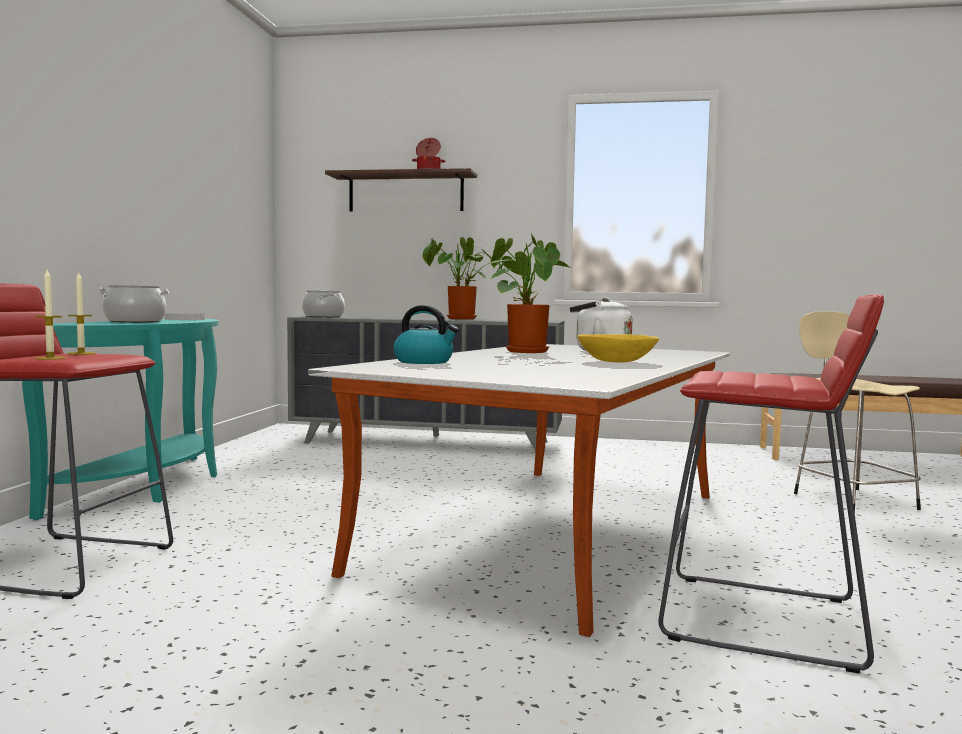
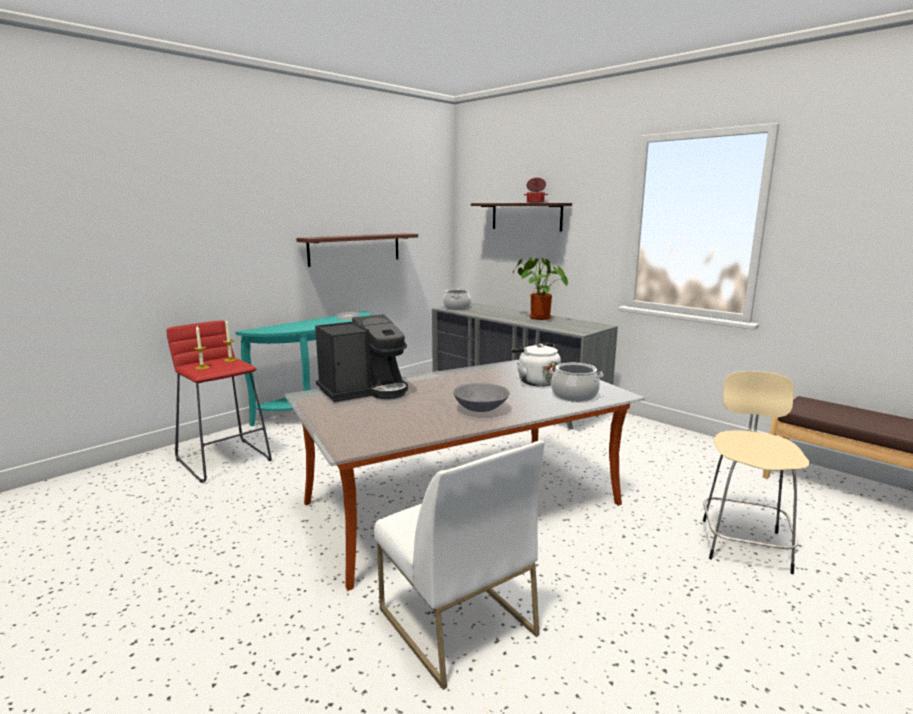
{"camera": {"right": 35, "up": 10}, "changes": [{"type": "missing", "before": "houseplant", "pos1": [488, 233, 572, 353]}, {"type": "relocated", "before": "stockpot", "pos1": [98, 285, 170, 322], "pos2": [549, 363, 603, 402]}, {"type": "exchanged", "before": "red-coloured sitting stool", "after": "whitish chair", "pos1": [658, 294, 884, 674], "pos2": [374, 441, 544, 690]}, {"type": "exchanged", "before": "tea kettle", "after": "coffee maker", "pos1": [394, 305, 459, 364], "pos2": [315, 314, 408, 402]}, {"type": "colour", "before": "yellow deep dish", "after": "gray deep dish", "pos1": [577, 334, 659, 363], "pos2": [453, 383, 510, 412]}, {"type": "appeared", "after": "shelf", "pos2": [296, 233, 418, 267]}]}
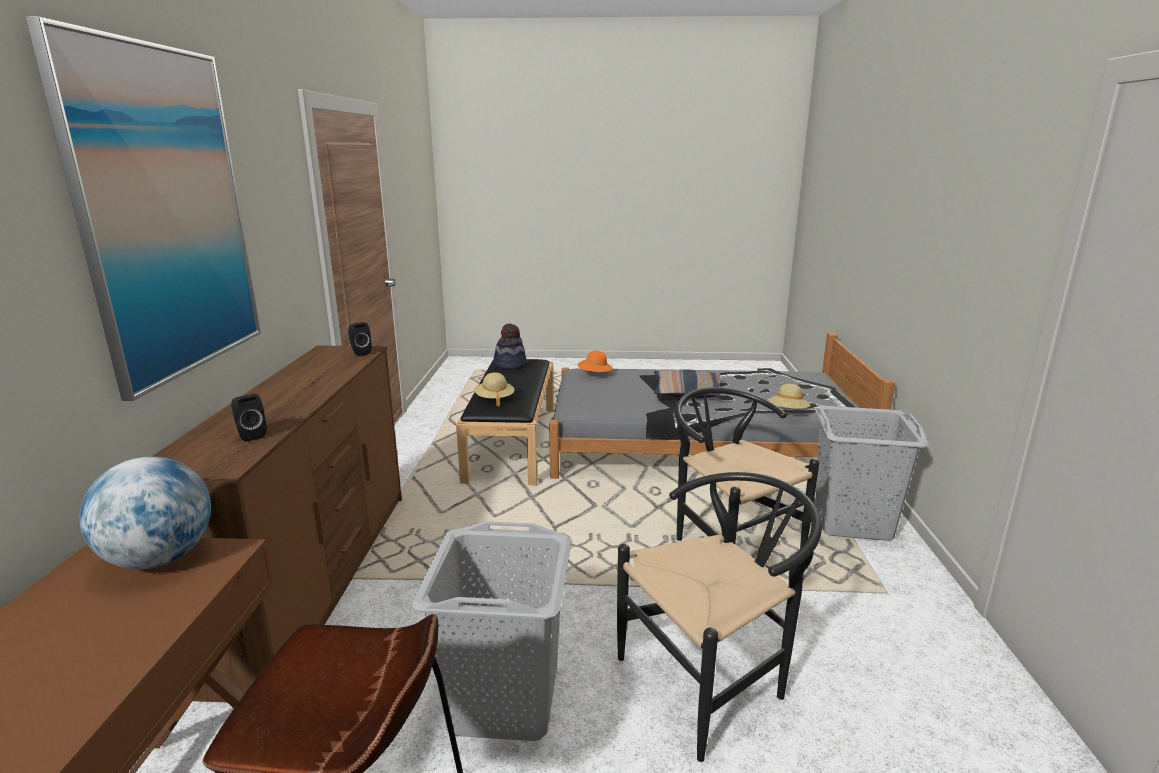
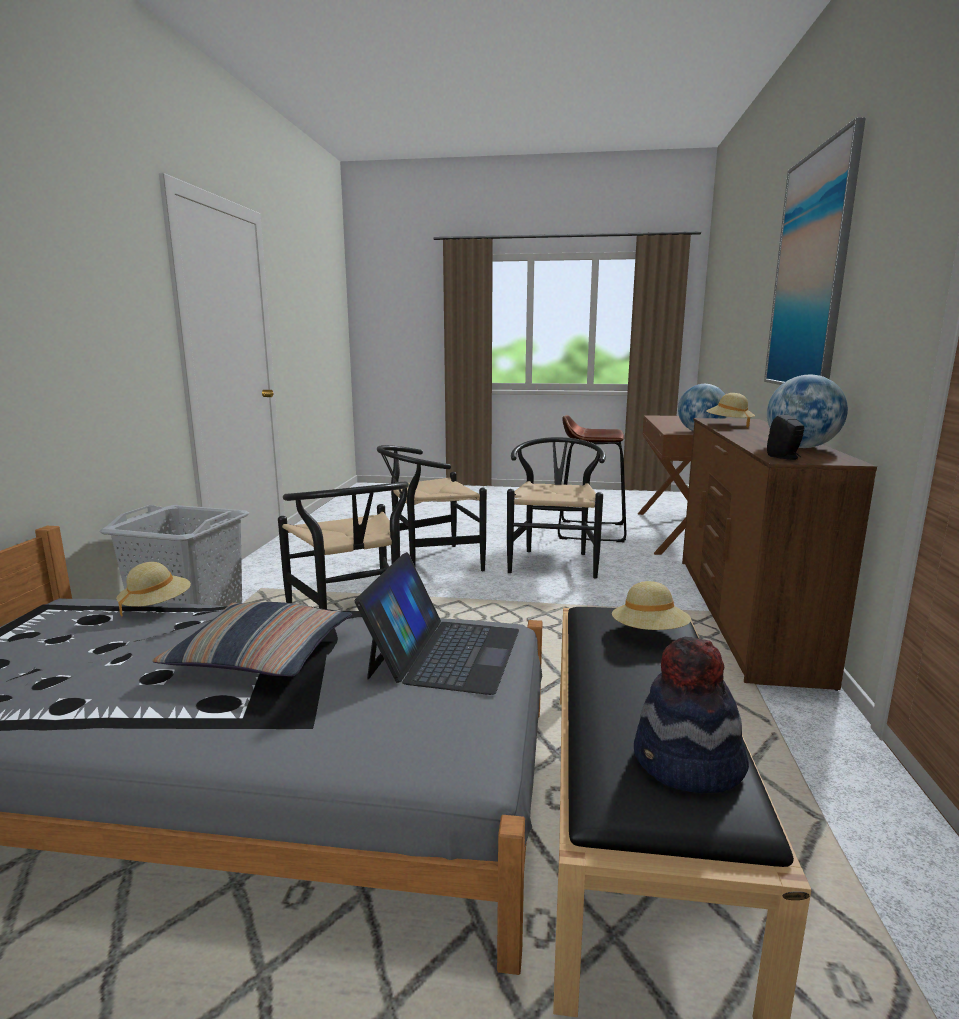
{"camera": {"right": -175, "up": -5}, "changes": [{"type": "missing", "before": "orange-coloured hat", "pos1": [577, 351, 612, 372]}, {"type": "exchanged", "before": "blackish loudspeaker", "after": "beige hat", "pos1": [231, 394, 267, 442], "pos2": [706, 393, 755, 427]}, {"type": "exchanged", "before": "gray washing basket", "after": "blackish chair", "pos1": [412, 521, 572, 741], "pos2": [507, 437, 606, 578]}, {"type": "appeared", "after": "world globe", "pos2": [767, 375, 848, 448]}, {"type": "appeared", "after": "laptop", "pos2": [355, 552, 519, 695]}]}
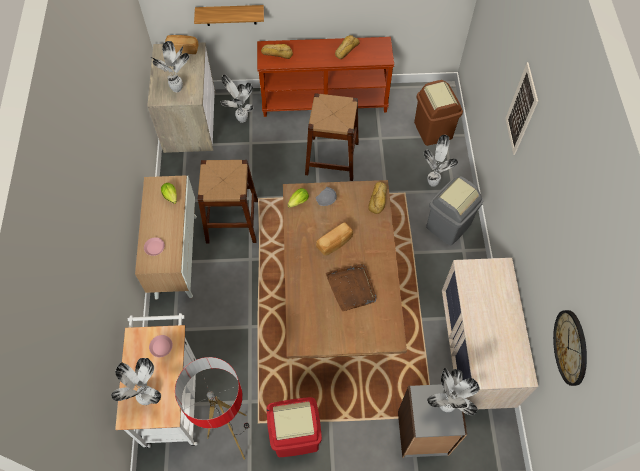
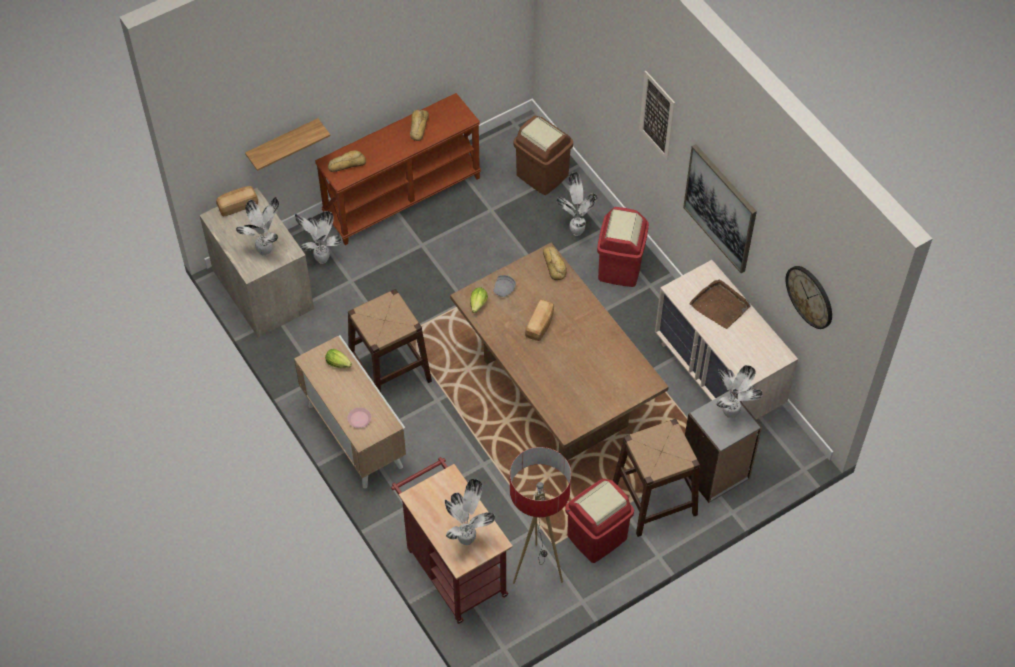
{"camera": {"right": -30, "up": -5}, "changes": [{"type": "relocated", "before": "brown sitting stool", "pos1": [305, 93, 359, 181], "pos2": [613, 419, 700, 537]}, {"type": "colour", "before": "gray rubbish bin", "after": "red-coloured rubbish bin", "pos1": [426, 176, 484, 245], "pos2": [597, 207, 649, 287]}, {"type": "relocated", "before": "brown serving tray", "pos1": [326, 264, 377, 311], "pos2": [689, 279, 750, 329]}, {"type": "colour", "before": "whitish trolley", "after": "red-coloured trolley", "pos1": [115, 313, 198, 448], "pos2": [391, 457, 513, 624]}, {"type": "missing", "before": "pink-coloured plate", "pos1": [149, 335, 173, 357]}, {"type": "appeared", "after": "wall picture", "pos2": [683, 144, 757, 273]}]}
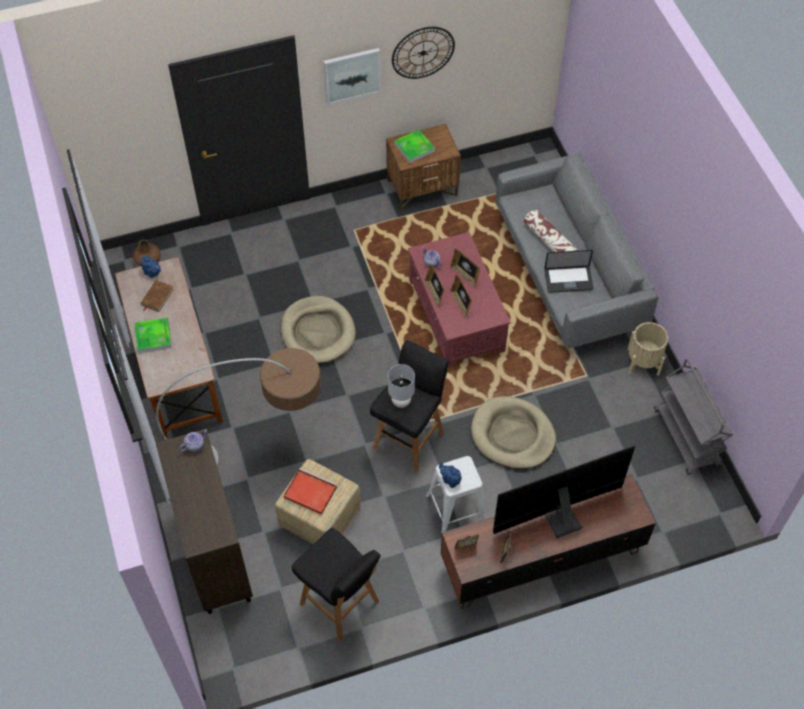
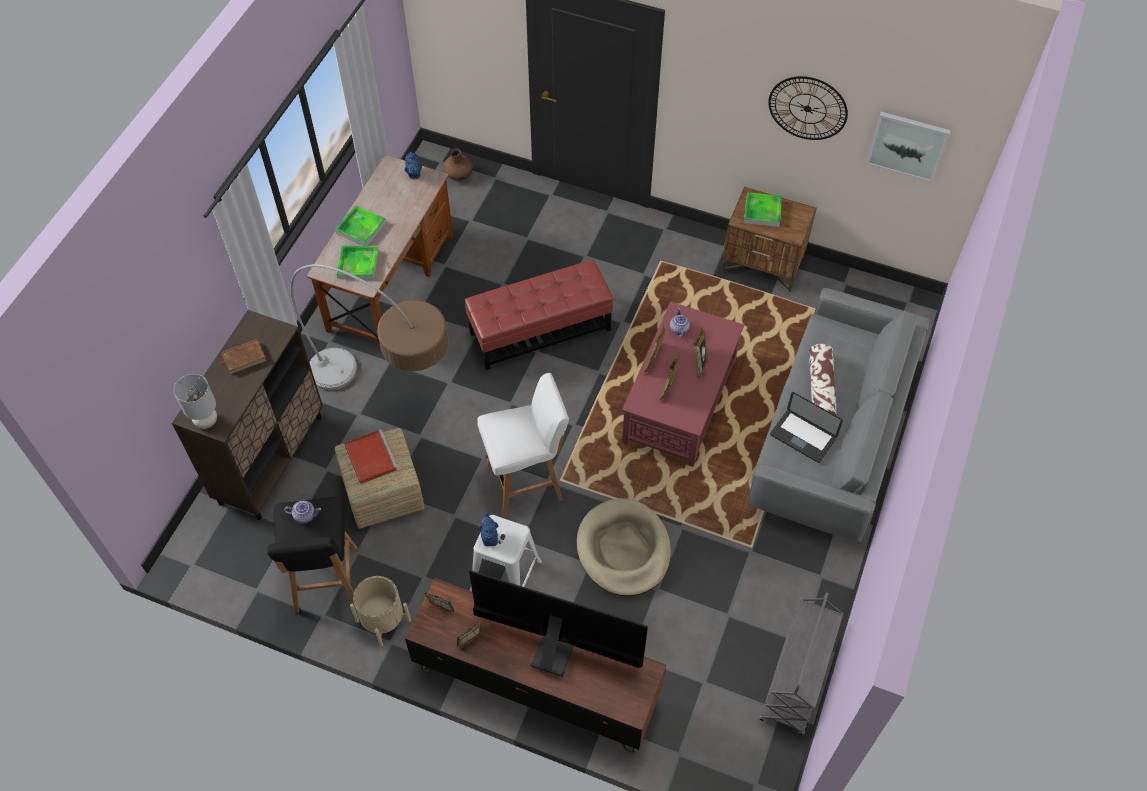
{"camera": {"right": 40, "up": 0}, "changes": [{"type": "relocated", "before": "wall picture", "pos1": [324, 48, 381, 105], "pos2": [866, 112, 951, 183]}, {"type": "relocated", "before": "brown volume", "pos1": [141, 280, 174, 312], "pos2": [218, 339, 267, 375]}, {"type": "exchanged", "before": "beige dog bed", "after": "red-coloured footrest", "pos1": [281, 296, 356, 363], "pos2": [465, 260, 613, 370]}, {"type": "relocated", "before": "beige plant pot", "pos1": [628, 322, 668, 376], "pos2": [350, 576, 411, 647]}, {"type": "colour", "before": "blackish sitting stool", "after": "whitish sitting stool", "pos1": [370, 340, 449, 473], "pos2": [477, 373, 569, 517]}, {"type": "relocated", "before": "gray lamp for a table", "pos1": [388, 364, 415, 408], "pos2": [174, 374, 217, 429]}, {"type": "relocated", "before": "teapot", "pos1": [179, 429, 207, 452], "pos2": [284, 501, 321, 524]}, {"type": "appeared", "after": "serving tray", "pos2": [336, 245, 379, 280]}]}
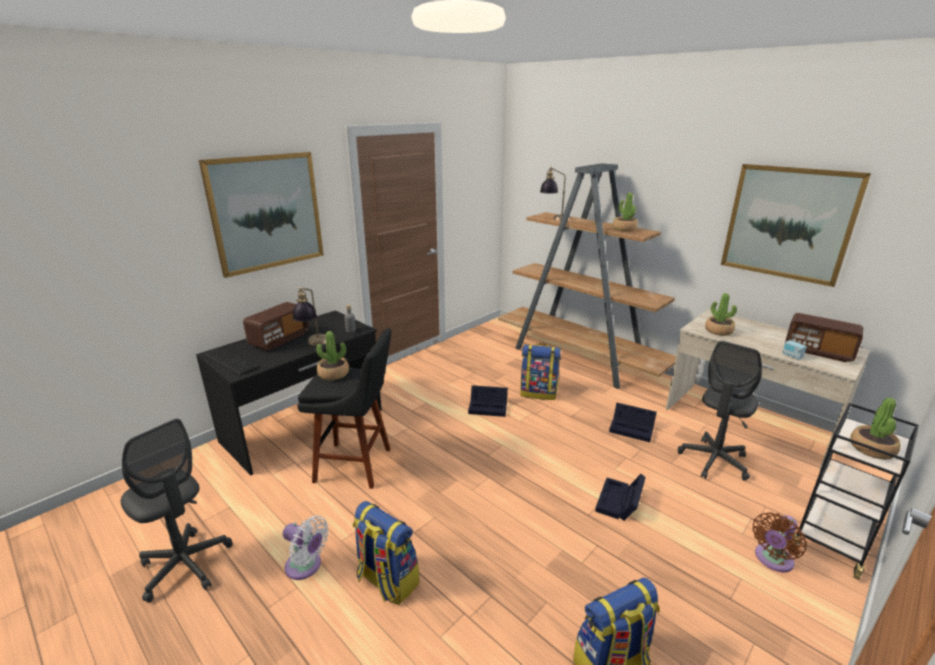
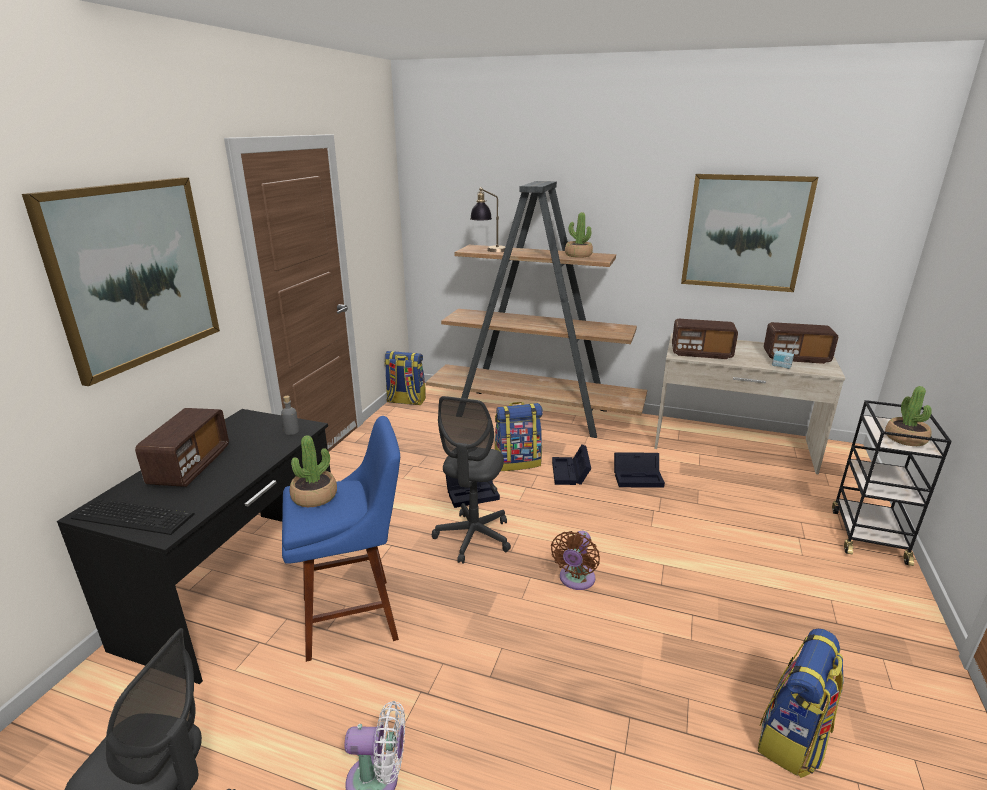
{"camera": {"right": -25, "up": 0}, "changes": [{"type": "missing", "before": "lamp for a table", "pos1": [292, 287, 326, 345]}, {"type": "exchanged", "before": "houseplant", "after": "radio set", "pos1": [705, 293, 737, 336], "pos2": [672, 319, 738, 359]}, {"type": "colour", "before": "blackish sitting stool", "after": "blue sitting stool", "pos1": [297, 328, 391, 489], "pos2": [282, 416, 400, 662]}, {"type": "relocated", "before": "gray office chair", "pos1": [678, 341, 762, 481], "pos2": [432, 396, 511, 564]}, {"type": "relocated", "before": "blackish storage box", "pos1": [595, 474, 646, 521], "pos2": [552, 444, 591, 485]}, {"type": "relocated", "before": "backpack", "pos1": [353, 501, 419, 605], "pos2": [384, 351, 426, 405]}, {"type": "relocated", "before": "brown electric fan", "pos1": [752, 512, 807, 572], "pos2": [551, 531, 600, 590]}]}
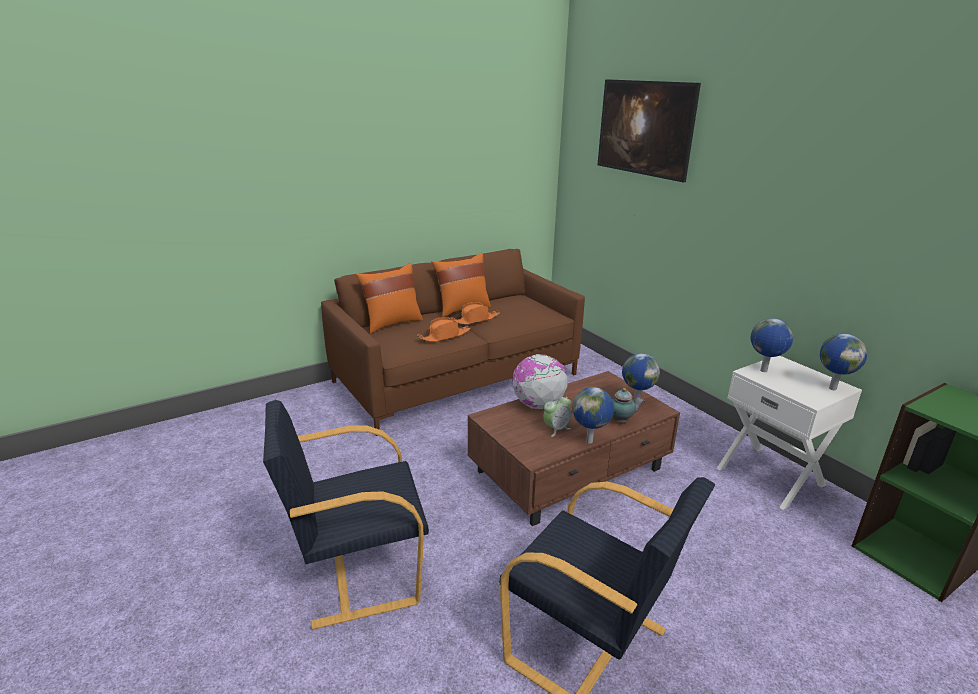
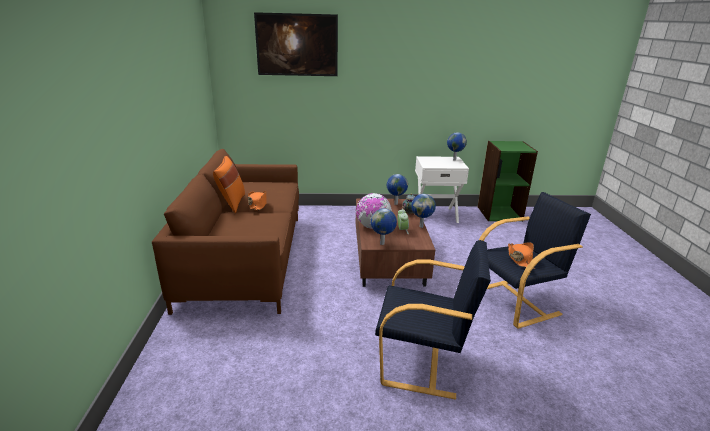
{"camera": {"right": -60, "up": 0}, "changes": [{"type": "missing", "before": "orange-coloured cushion", "pos1": [356, 263, 423, 334]}, {"type": "relocated", "before": "orange-coloured hat", "pos1": [417, 317, 471, 342], "pos2": [508, 242, 535, 269]}, {"type": "relocated", "before": "world globe", "pos1": [750, 318, 793, 372], "pos2": [371, 208, 397, 245]}, {"type": "spun", "before": "blackish armchair", "pos1": [263, 400, 429, 630], "pos2": [375, 240, 491, 400], "turn": -90}]}
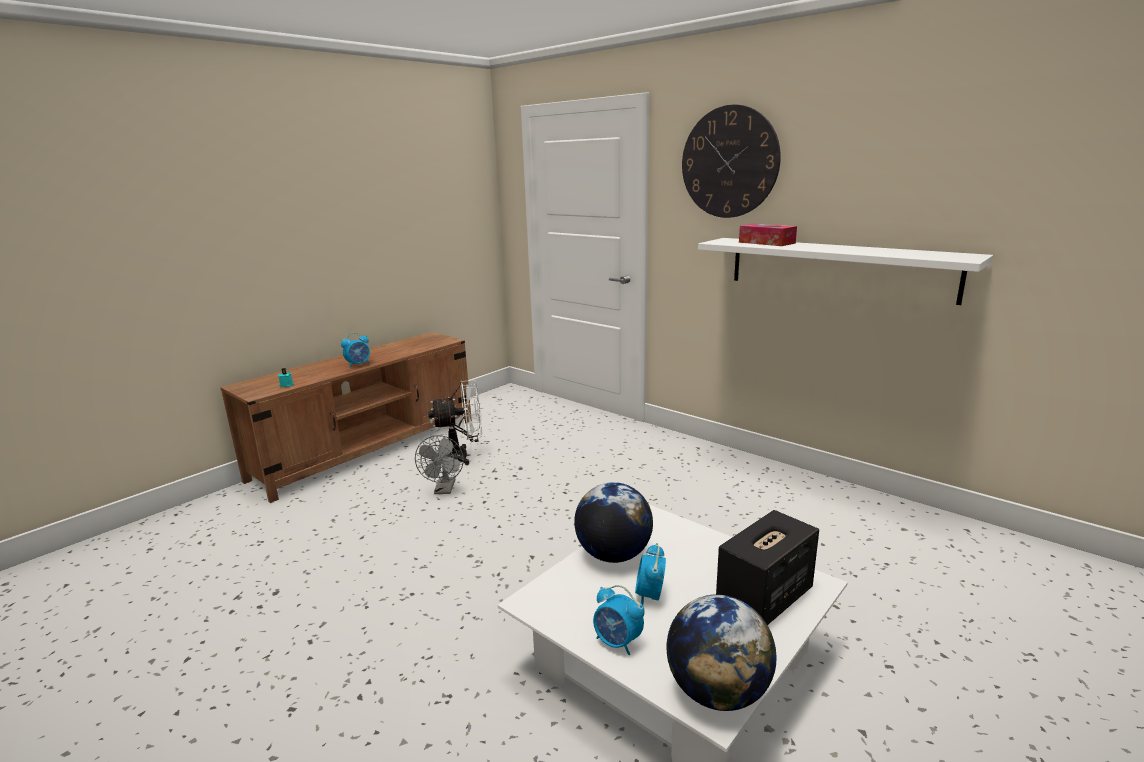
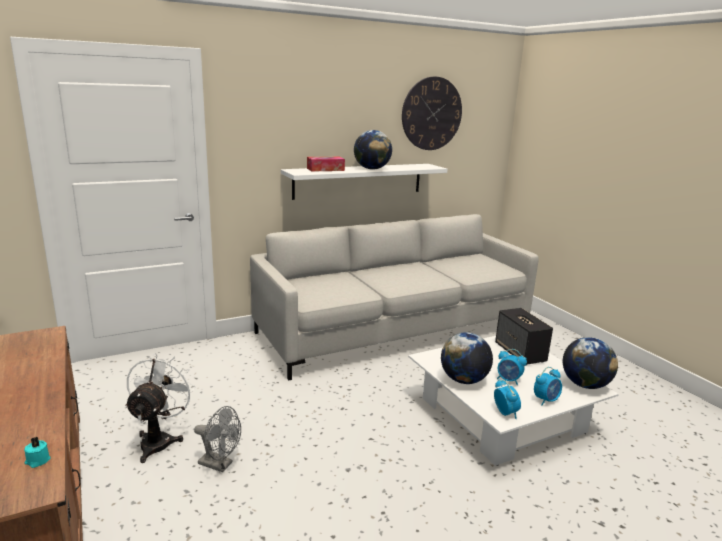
{"camera": {"right": -70, "up": 0}, "changes": [{"type": "relocated", "before": "clock on the wall", "pos1": [682, 104, 781, 218], "pos2": [402, 77, 462, 150]}, {"type": "relocated", "before": "table clock", "pos1": [341, 333, 370, 368], "pos2": [494, 379, 521, 419]}, {"type": "appeared", "after": "world globe", "pos2": [354, 130, 392, 170]}, {"type": "appeared", "after": "gray settee", "pos2": [250, 214, 539, 381]}]}
